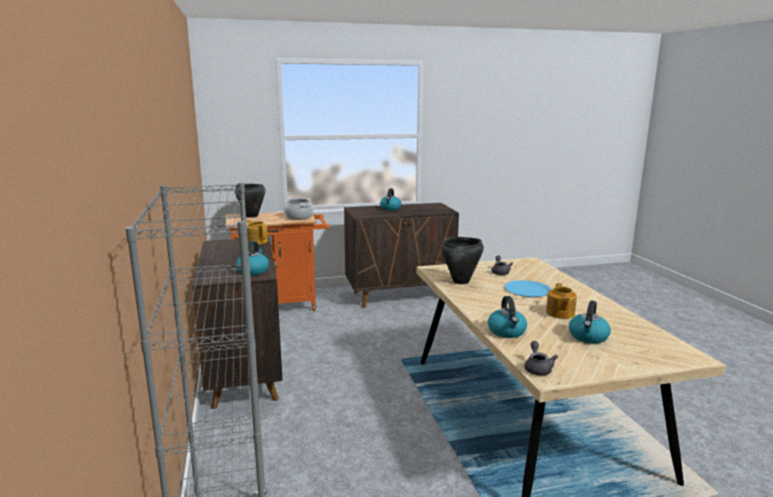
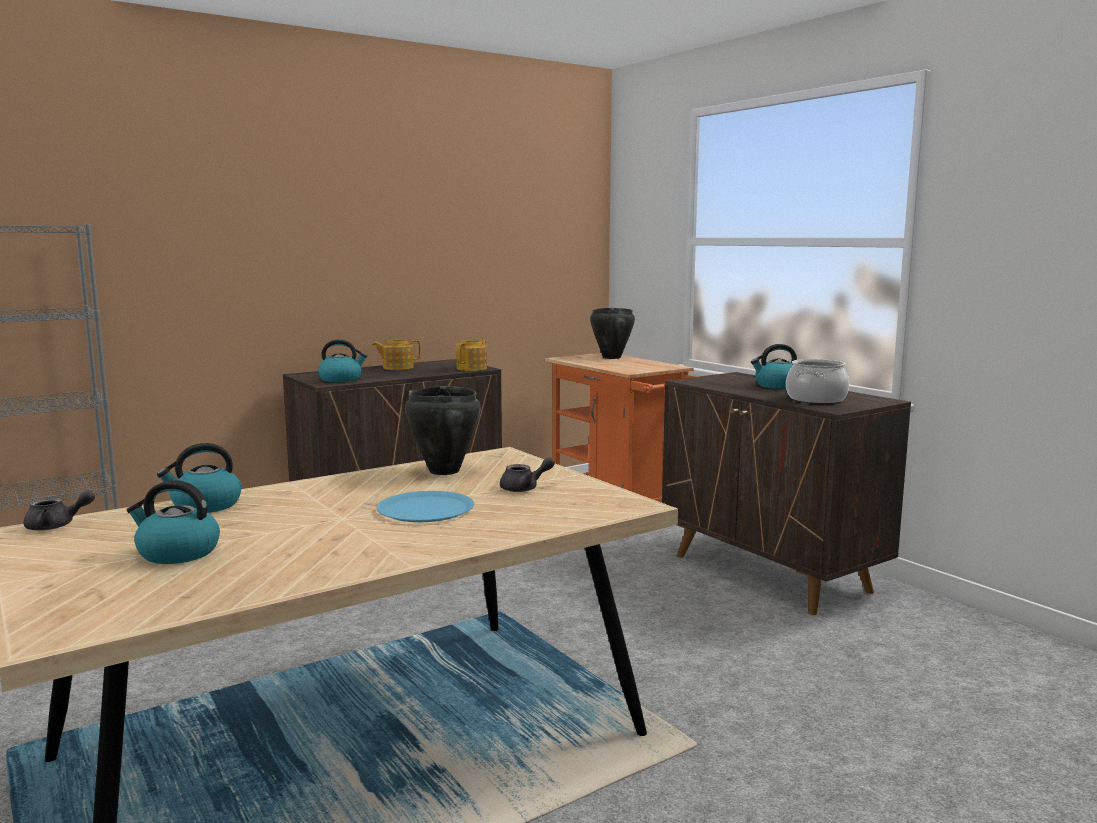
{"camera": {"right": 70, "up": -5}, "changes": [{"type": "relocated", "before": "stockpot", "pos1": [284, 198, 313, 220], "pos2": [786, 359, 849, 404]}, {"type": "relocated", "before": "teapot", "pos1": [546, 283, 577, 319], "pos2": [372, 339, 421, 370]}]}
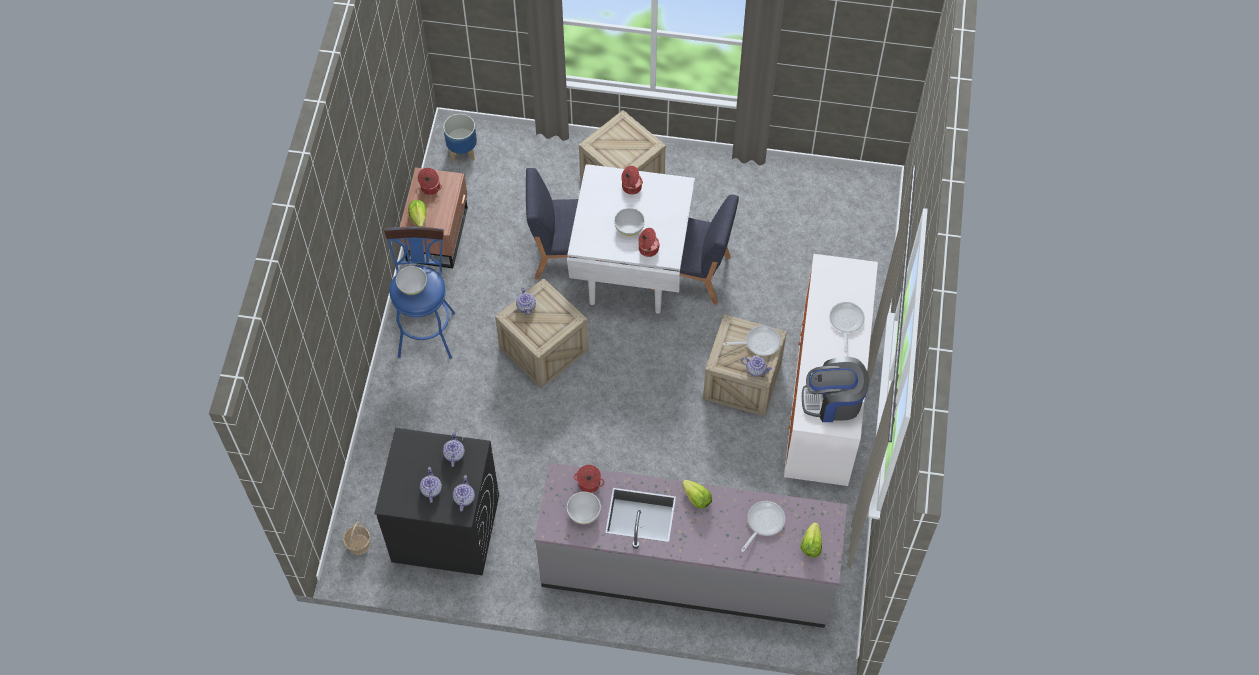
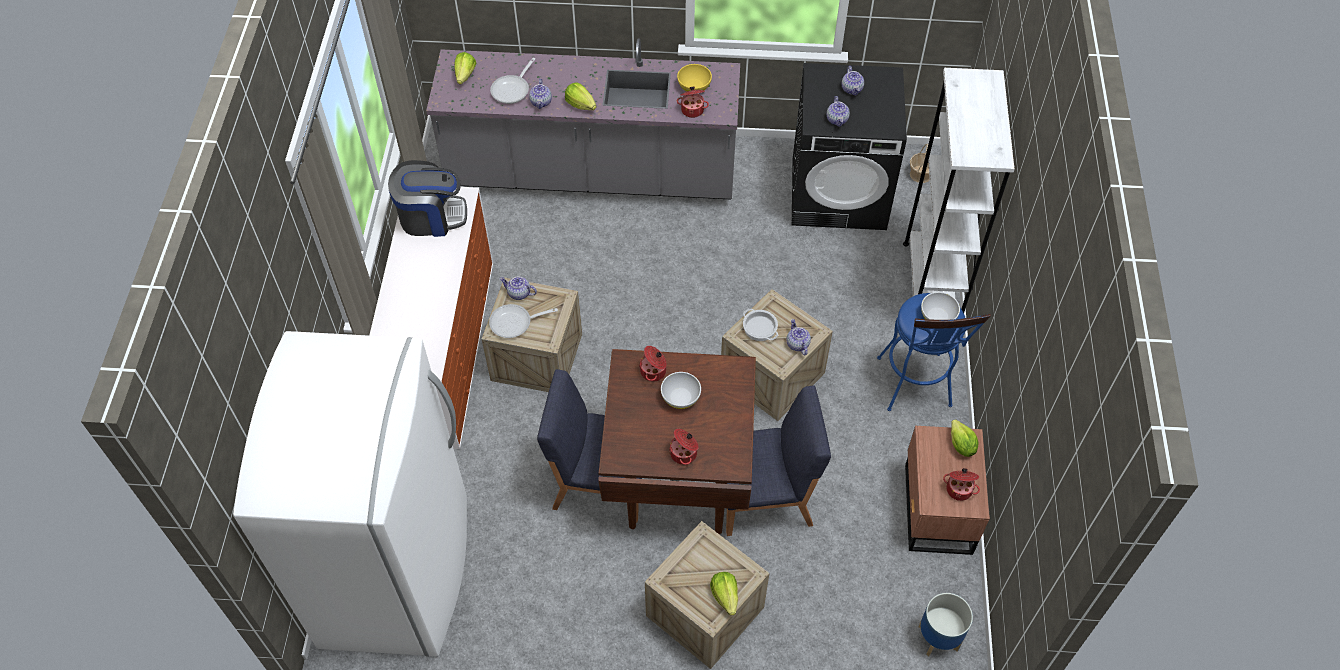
{"camera": {"right": 175, "up": -5}, "changes": [{"type": "colour", "before": "whitish kitchen table", "after": "brown kitchen table", "pos1": [567, 164, 695, 314], "pos2": [598, 349, 756, 534]}, {"type": "missing", "before": "frying pan", "pos1": [829, 302, 865, 352]}, {"type": "relocated", "before": "teapot", "pos1": [453, 475, 475, 512], "pos2": [529, 79, 552, 109]}, {"type": "colour", "before": "whitish deep dish", "after": "yellow deep dish", "pos1": [567, 492, 601, 524], "pos2": [677, 64, 712, 92]}, {"type": "appeared", "after": "whitish bookshelf", "pos2": [903, 68, 1015, 313]}, {"type": "appeared", "after": "stockpot", "pos2": [743, 309, 778, 341]}, {"type": "appeared", "after": "whitish fridge", "pos2": [233, 331, 467, 657]}, {"type": "appeared", "after": "head of lettuce", "pos2": [710, 572, 738, 615]}]}
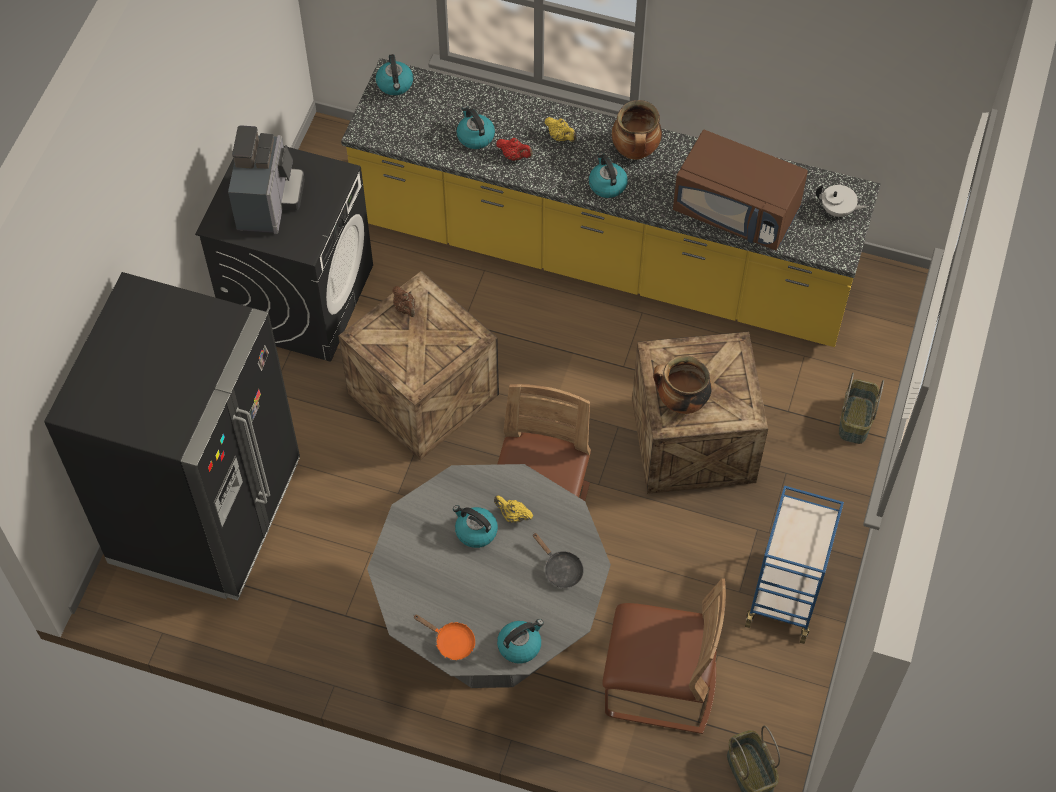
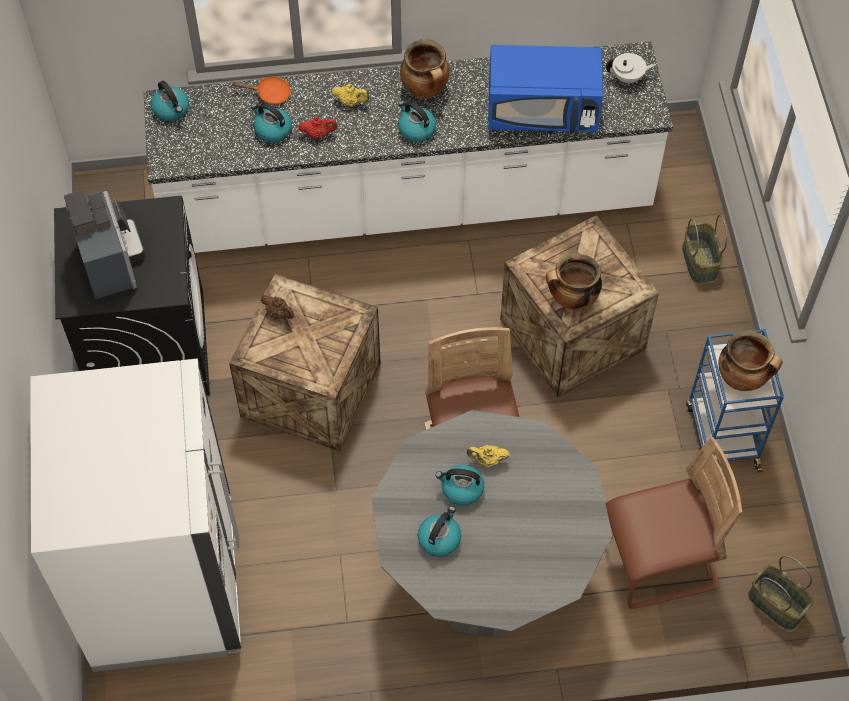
{"camera": {"right": -25, "up": 0}, "changes": [{"type": "colour", "before": "yellow counter", "after": "whitish counter", "pos1": [341, 58, 881, 347], "pos2": [144, 42, 673, 253]}, {"type": "colour", "before": "brown kitchen microwave", "after": "blue kitchen microwave", "pos1": [673, 130, 808, 251], "pos2": [488, 45, 603, 133]}, {"type": "colour", "before": "blackish fridge", "after": "whitish fridge", "pos1": [44, 272, 300, 601], "pos2": [30, 358, 241, 672]}, {"type": "missing", "before": "blackish frying pan", "pos1": [533, 533, 583, 588]}, {"type": "relocated", "before": "orange-coloured frying pan", "pos1": [413, 614, 475, 660], "pos2": [231, 76, 291, 105]}, {"type": "relocated", "before": "tea kettle", "pos1": [497, 619, 544, 664], "pos2": [418, 506, 461, 557]}, {"type": "appeared", "after": "stockpot", "pos2": [718, 330, 782, 391]}]}
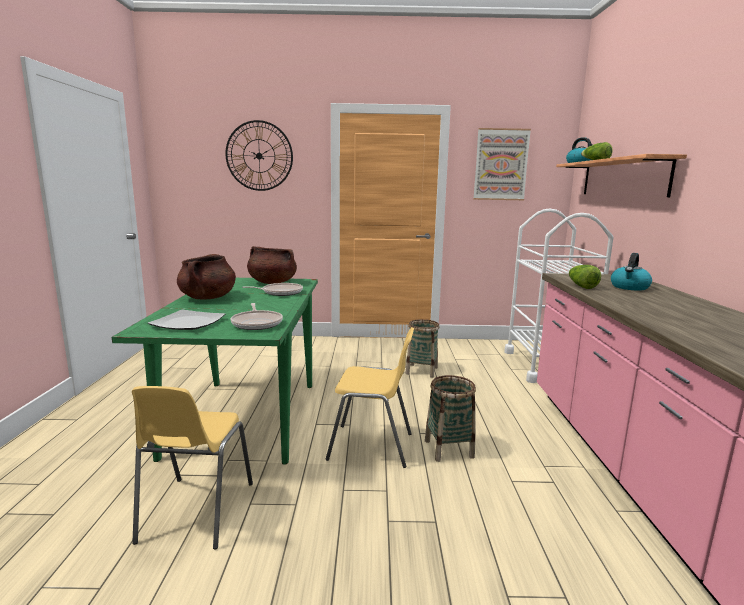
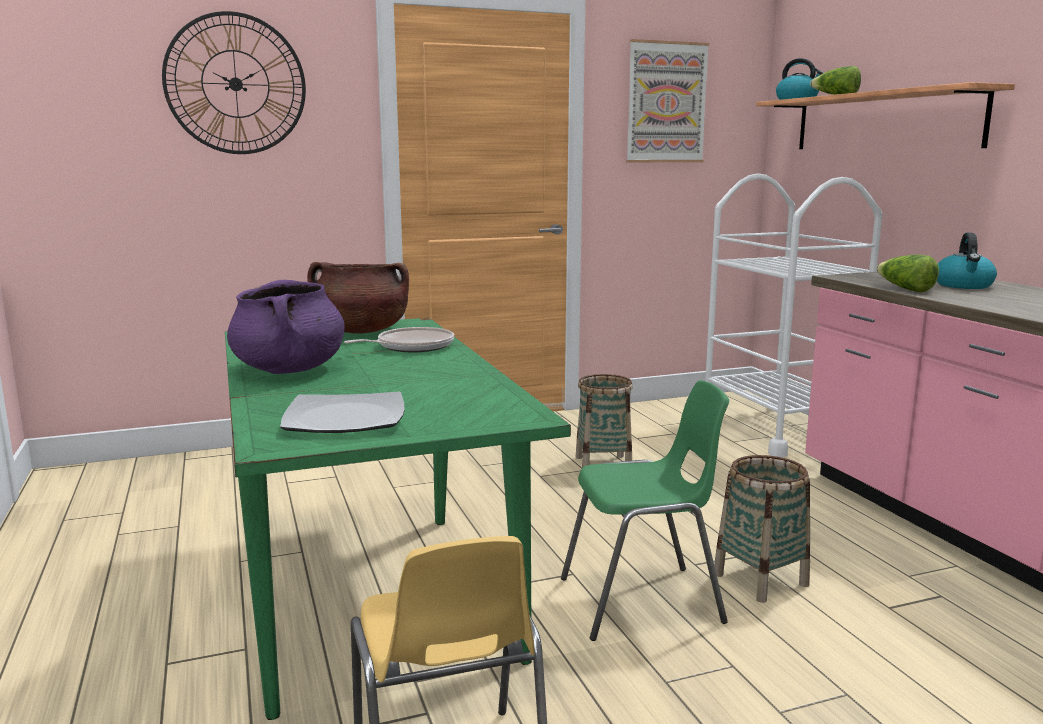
{"camera": {"right": -20, "up": 0}, "changes": [{"type": "colour", "before": "brown stockpot", "after": "purple-coloured stockpot", "pos1": [177, 254, 236, 299], "pos2": [227, 280, 345, 374]}, {"type": "missing", "before": "frying pan", "pos1": [231, 303, 283, 330]}, {"type": "colour", "before": "yellow chair", "after": "green chair", "pos1": [326, 327, 414, 468], "pos2": [561, 380, 729, 641]}]}
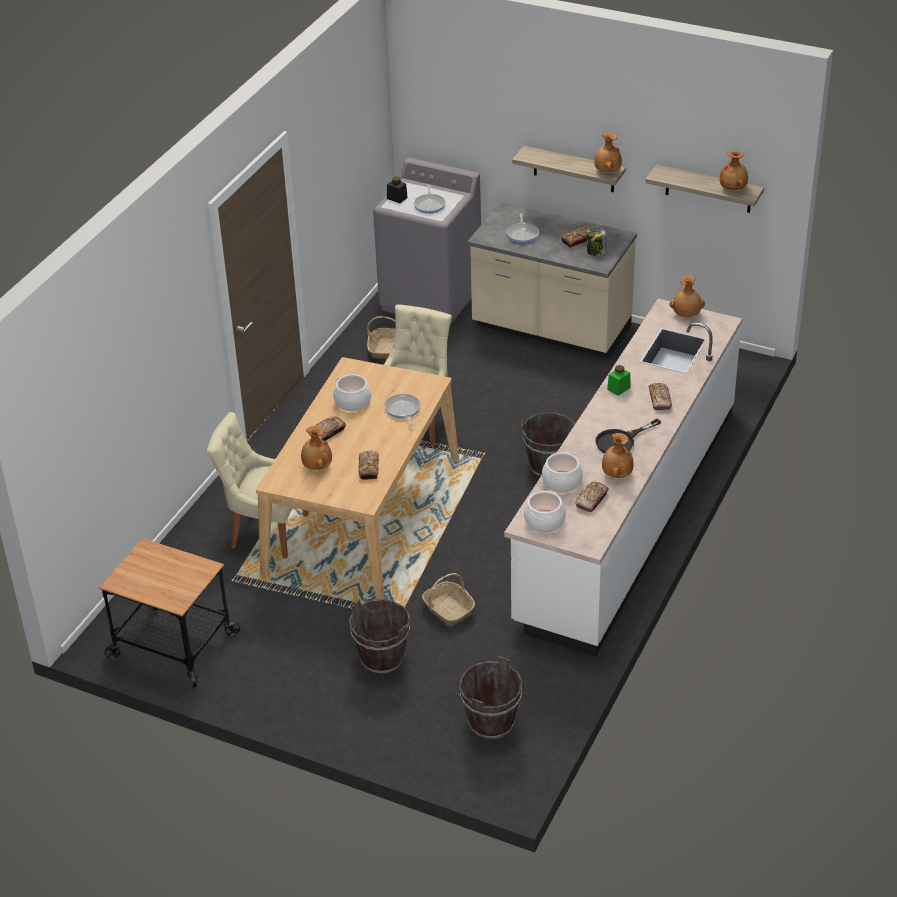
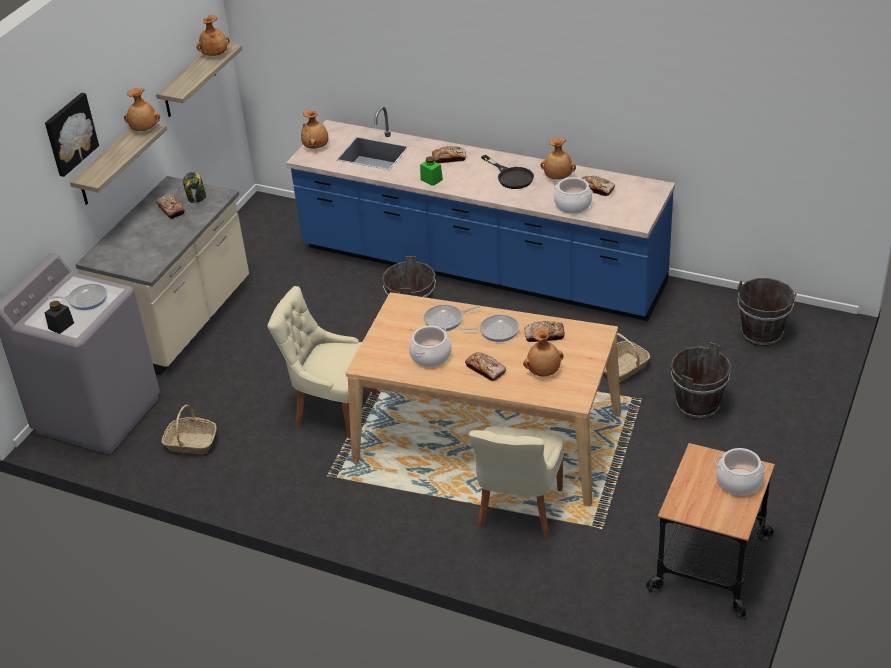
{"camera": {"right": -90, "up": 0}, "changes": [{"type": "relocated", "before": "frying pan", "pos1": [507, 213, 539, 243], "pos2": [460, 314, 519, 342]}, {"type": "colour", "before": "whitish counter", "after": "blue counter", "pos1": [504, 299, 742, 657], "pos2": [286, 106, 675, 321]}, {"type": "relocated", "before": "stockpot", "pos1": [524, 490, 566, 532], "pos2": [715, 448, 767, 496]}, {"type": "appeared", "after": "wall picture", "pos2": [45, 93, 99, 177]}]}
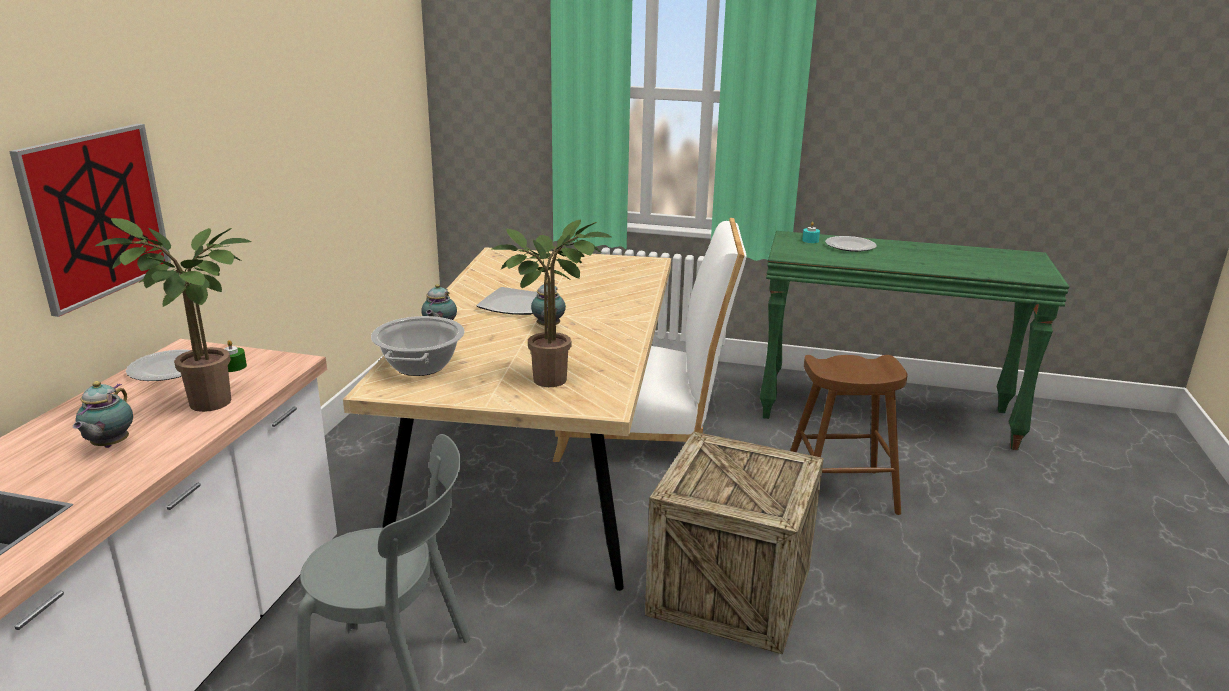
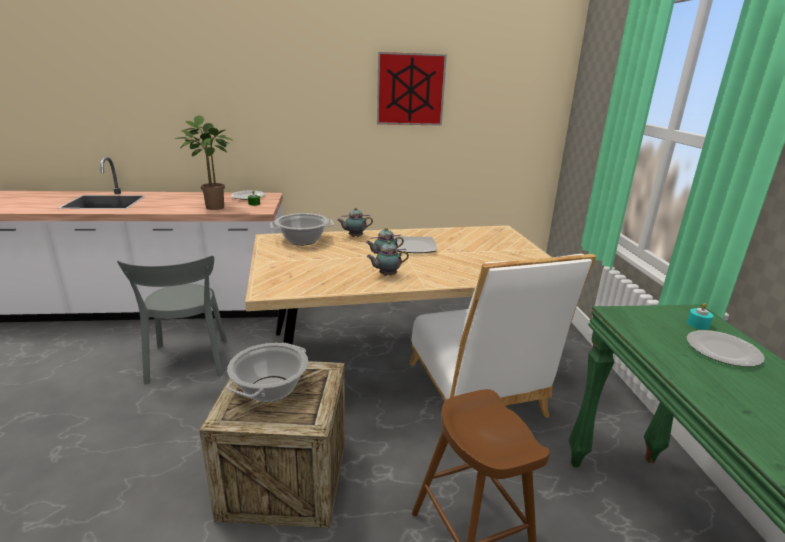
{"camera": {"right": 70, "up": 0}, "changes": [{"type": "relocated", "before": "wall picture", "pos1": [9, 124, 171, 317], "pos2": [377, 52, 447, 126]}, {"type": "missing", "before": "houseplant", "pos1": [492, 220, 612, 387]}, {"type": "relocated", "before": "teapot", "pos1": [73, 381, 133, 448], "pos2": [366, 241, 409, 276]}, {"type": "appeared", "after": "stockpot", "pos2": [226, 343, 308, 402]}]}
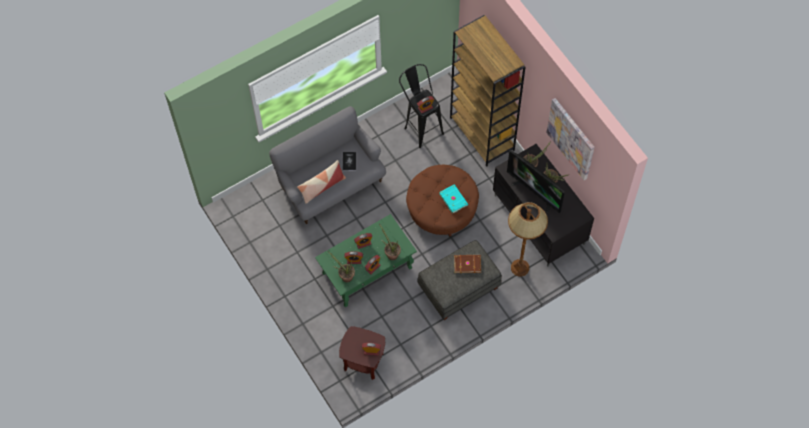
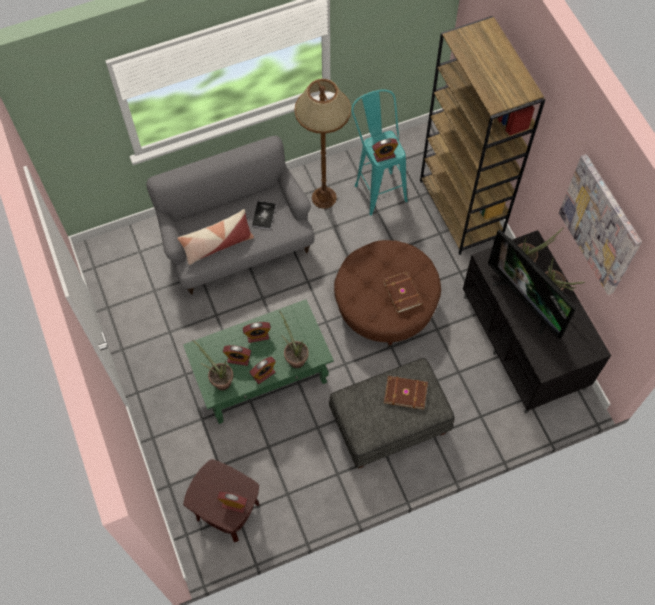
{"camera": {"right": 10, "up": 0}, "changes": [{"type": "colour", "before": "blackish sitting stool", "after": "blue-green sitting stool", "pos1": [399, 64, 444, 148], "pos2": [351, 89, 408, 215]}, {"type": "colour", "before": "blue-green volume", "after": "brown volume", "pos1": [439, 184, 468, 214], "pos2": [383, 271, 423, 313]}, {"type": "relocated", "before": "brown standard lamp", "pos1": [508, 202, 548, 276], "pos2": [294, 79, 351, 209]}]}
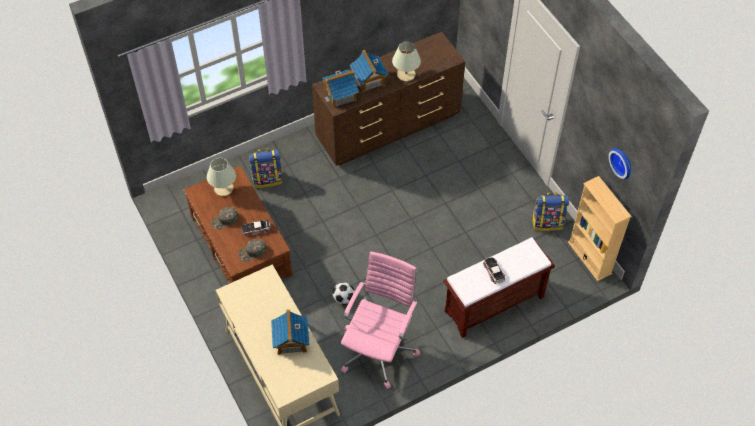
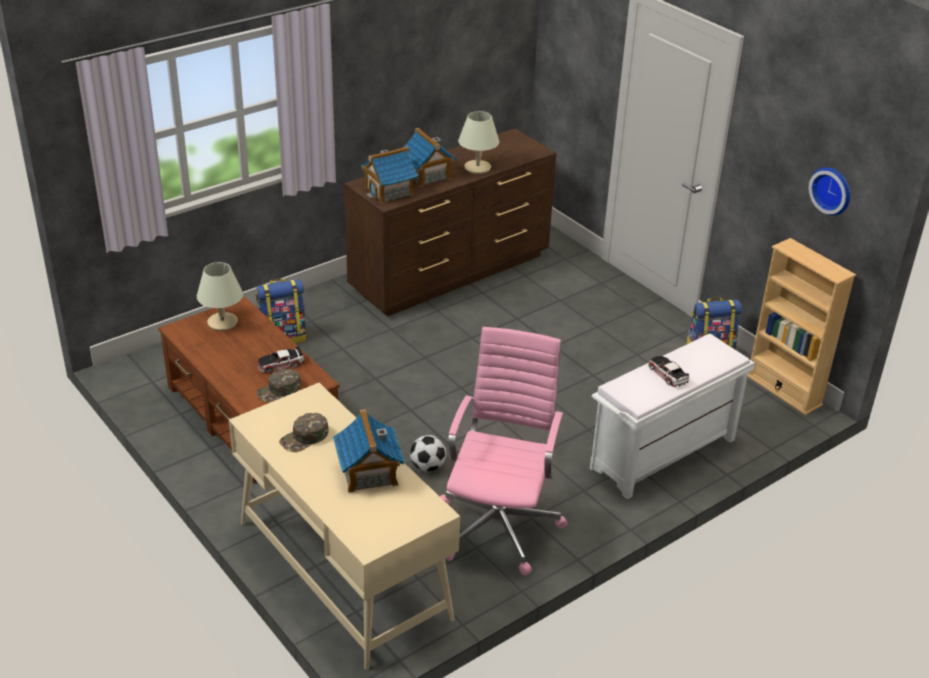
{"camera": {"right": -10, "up": -20}, "changes": [{"type": "relocated", "before": "green cap", "pos1": [211, 207, 238, 230], "pos2": [279, 413, 329, 452]}, {"type": "colour", "before": "brown indoor bench", "after": "whitish indoor bench", "pos1": [443, 237, 555, 338], "pos2": [590, 334, 755, 499]}]}
